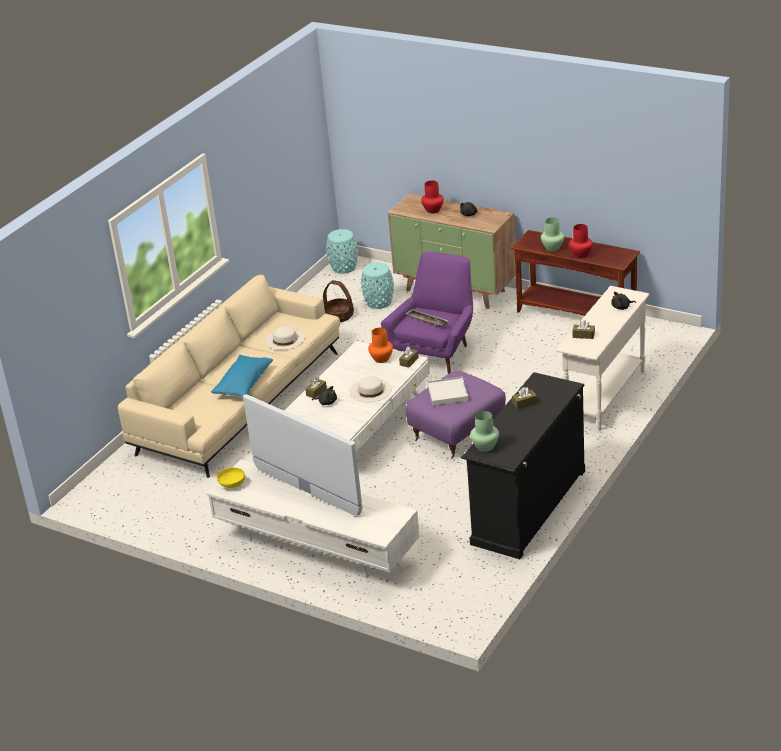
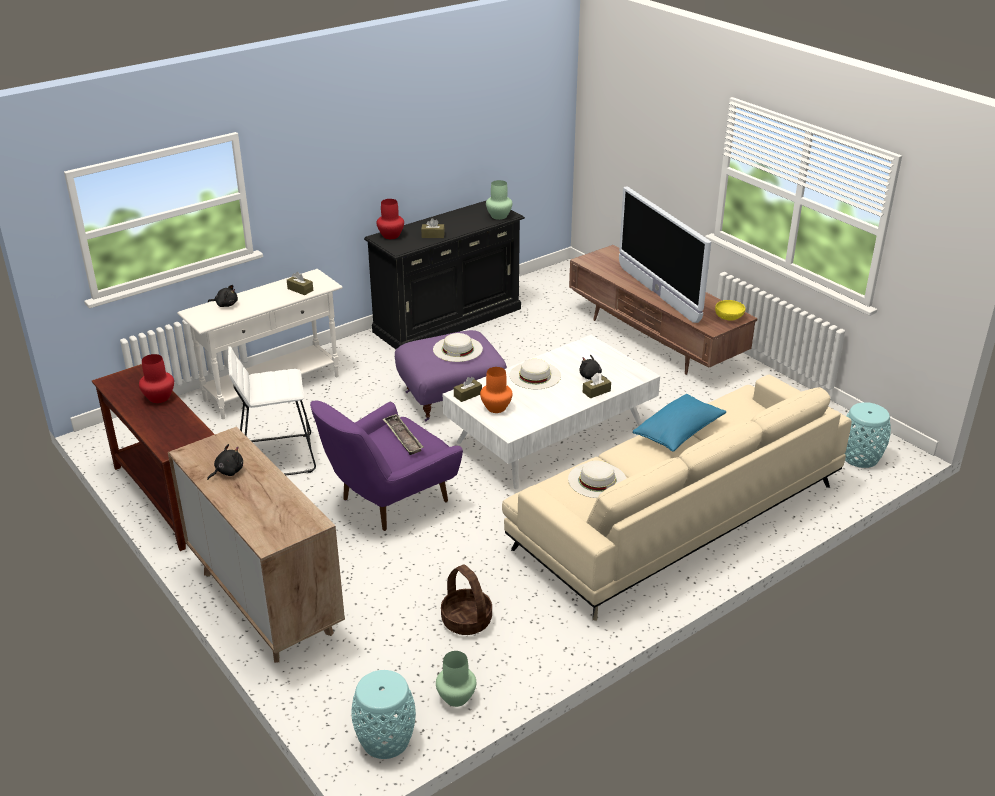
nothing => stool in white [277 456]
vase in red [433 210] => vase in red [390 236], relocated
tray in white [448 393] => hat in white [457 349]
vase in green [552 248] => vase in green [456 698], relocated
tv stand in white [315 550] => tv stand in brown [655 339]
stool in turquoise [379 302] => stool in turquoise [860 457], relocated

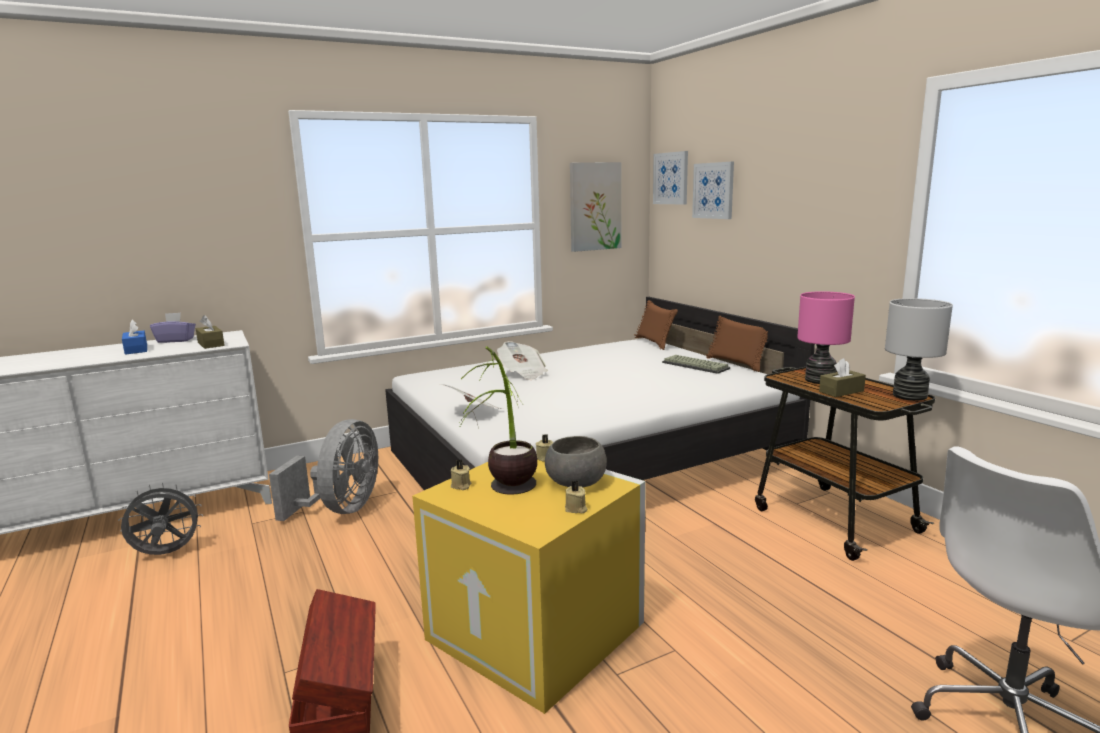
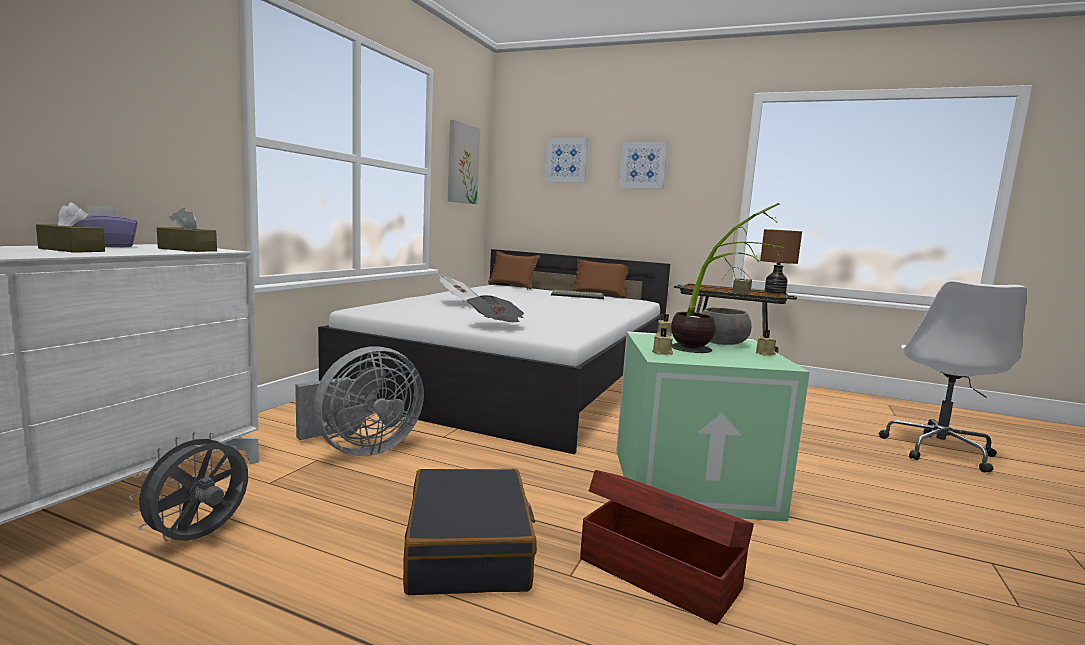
tissue box in blue [136 349] => tissue box in brown [71 250]
fan in grey [341 509] => fan in grey [361 449], 75 degrees clockwise
nothing => suitcase in black [469 549]
storage box in yellow [539 630] => storage box in green [693 481]
picture [671 178] => picture [643 165], relocated
table lamp in grey [909 396] => table lamp in brown [775 292]
table lamp in pink [819 380] => nothing

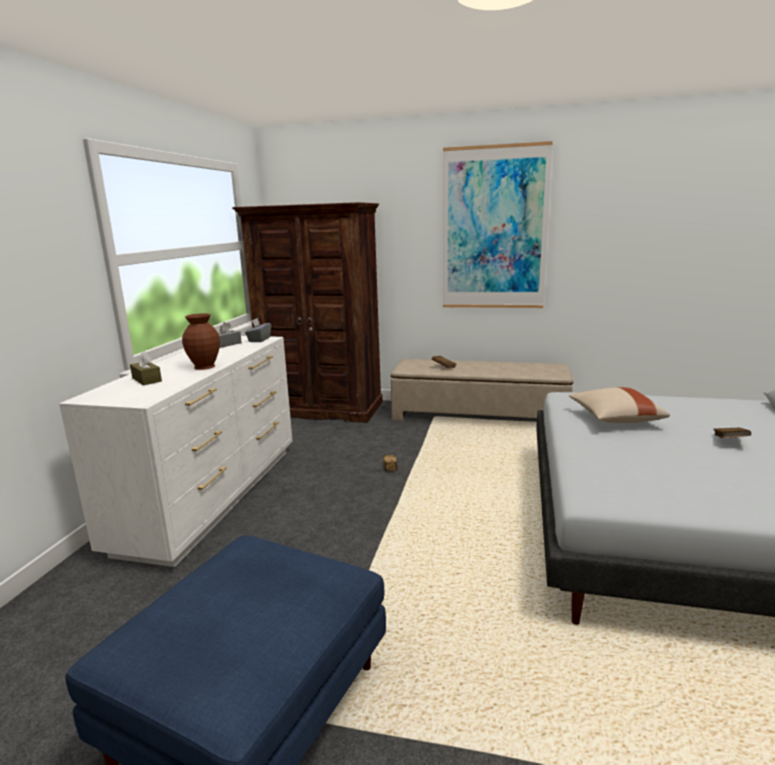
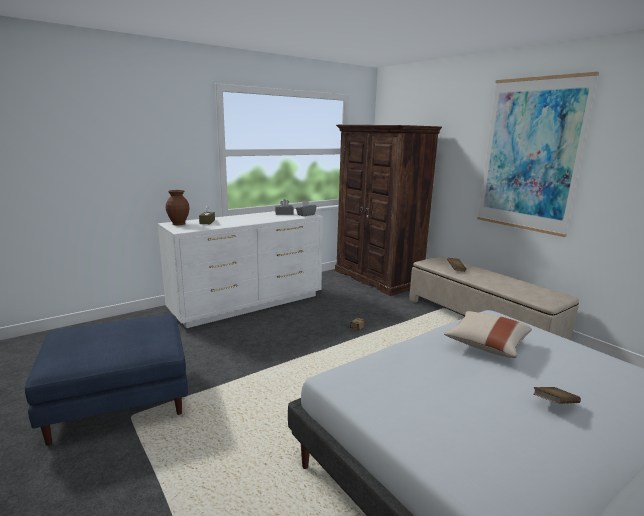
vase in brown [204 367] => vase in brown [178 224], relocated

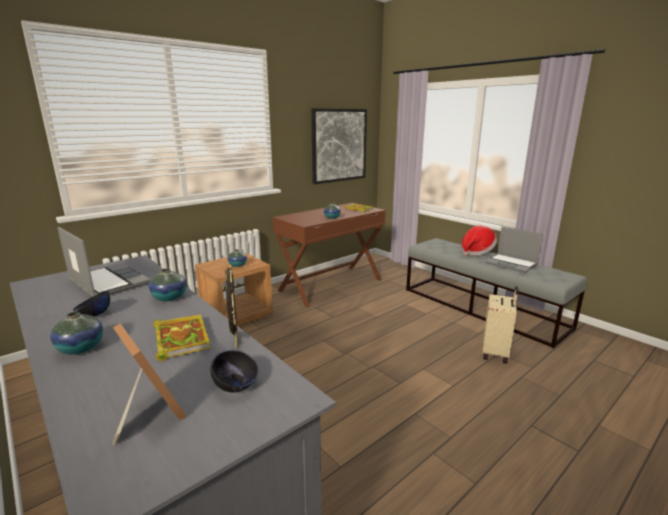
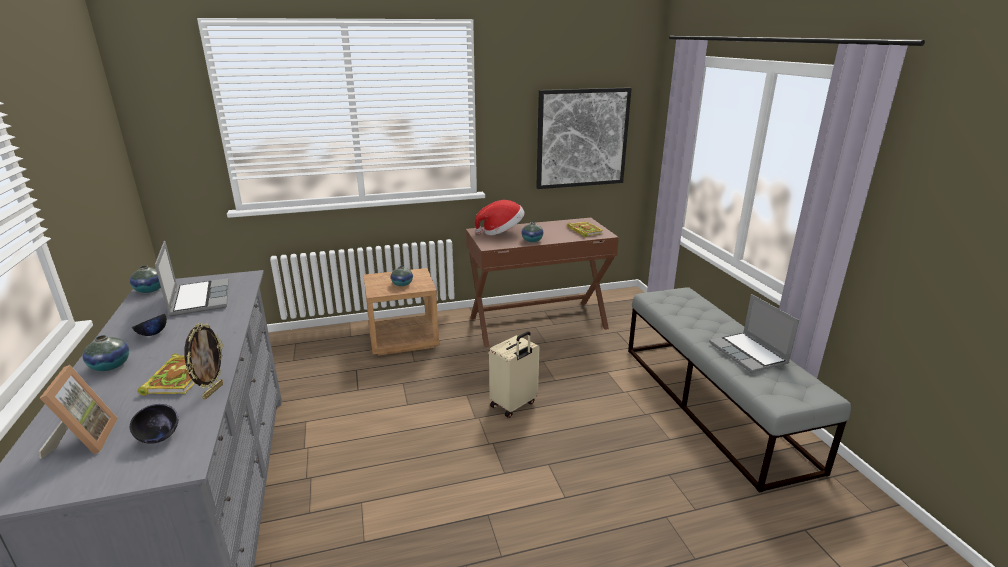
vase [169 298] => vase [150 290], relocated
hat [476 252] => hat [501 232], relocated
suitcase in beige [496 353] => suitcase in beige [514 405], relocated

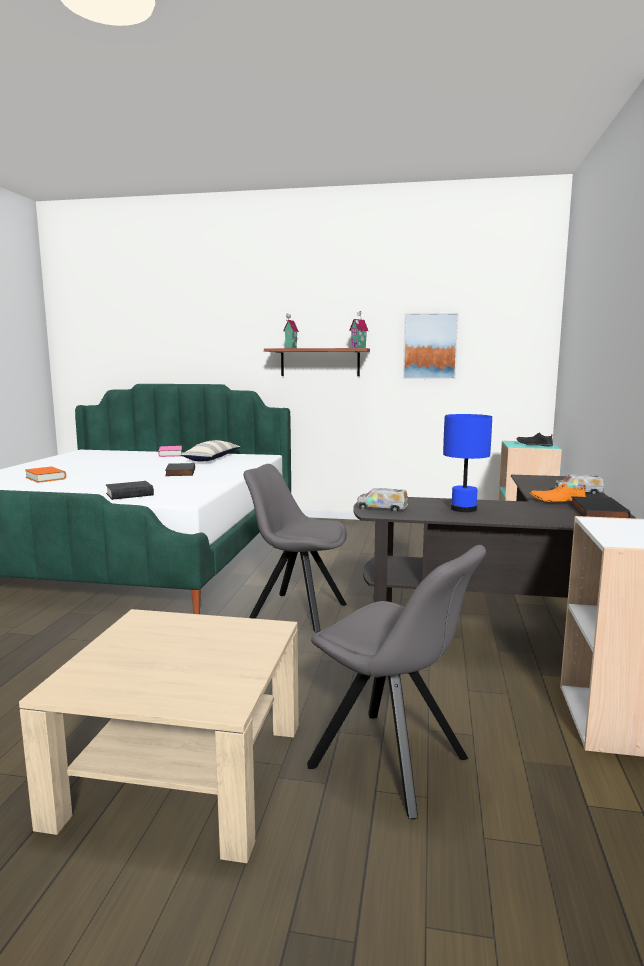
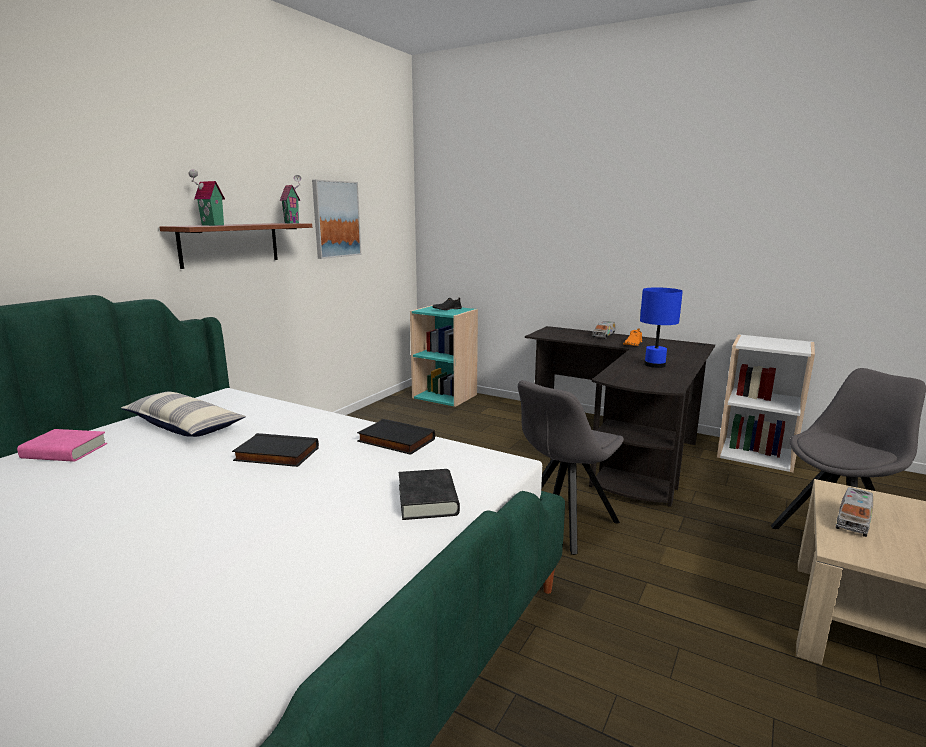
book in black [596 512] => book in black [395 441], relocated
toy truck [382 508] => toy truck [853 521], relocated
book in orange [45 478] => nothing

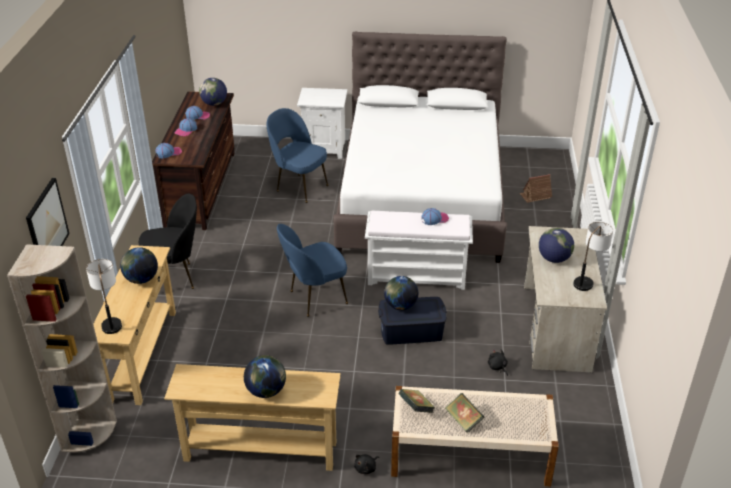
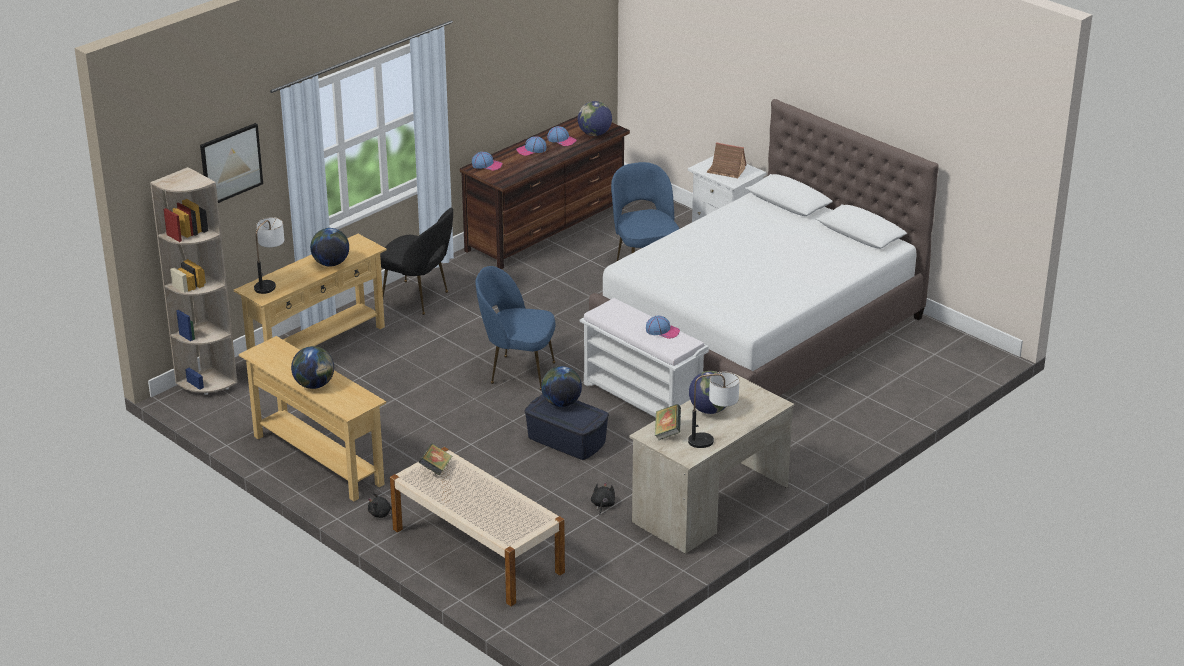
book [463 420] => book [667 431], relocated
toy house [535 195] => toy house [726 171], relocated

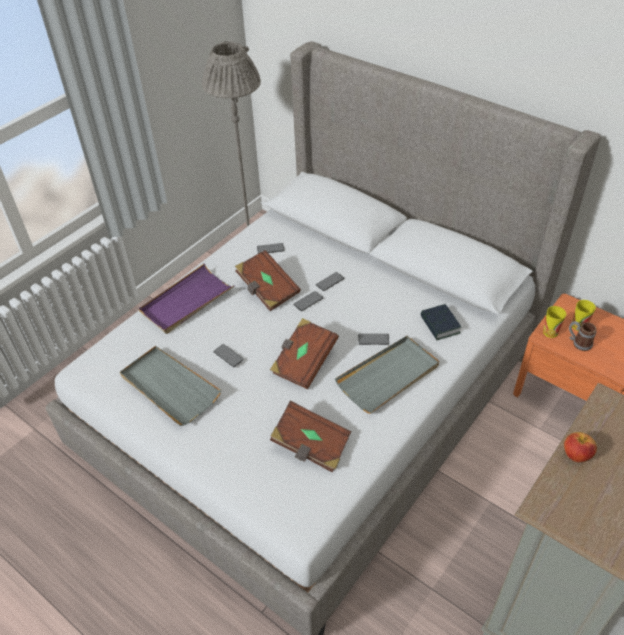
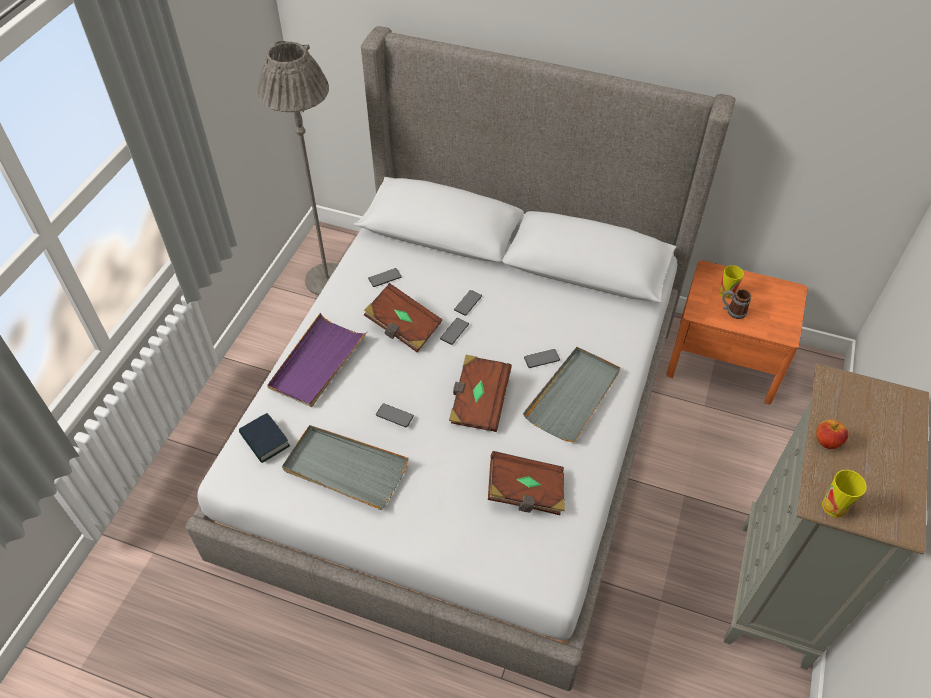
book [440 325] => book [265 441], relocated
cup [550 332] => cup [834 506], relocated

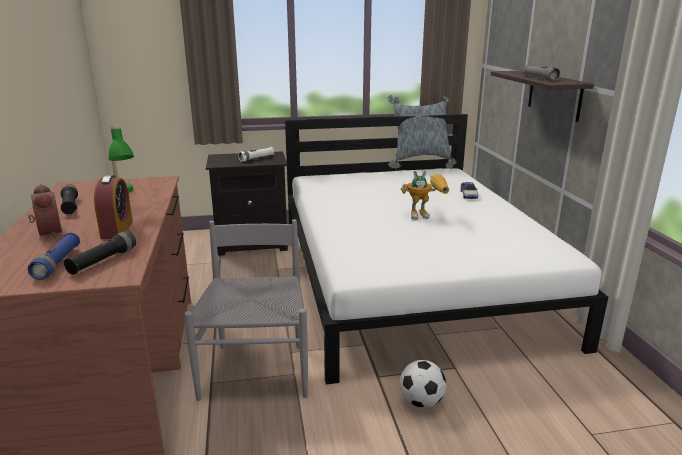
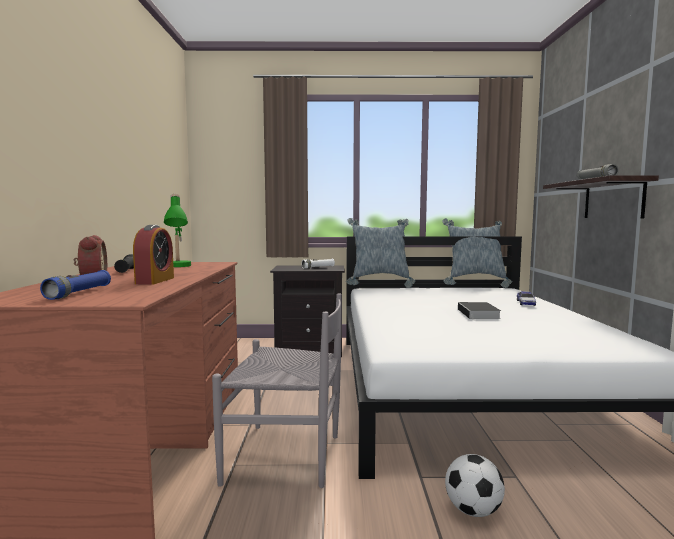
chair in grey [257 370] => chair in grey [285 457], 90 degrees clockwise
nothing => pillow [379 285]
toy robot [425 215] => book [479 314]
flashlight in black [103 261] => nothing

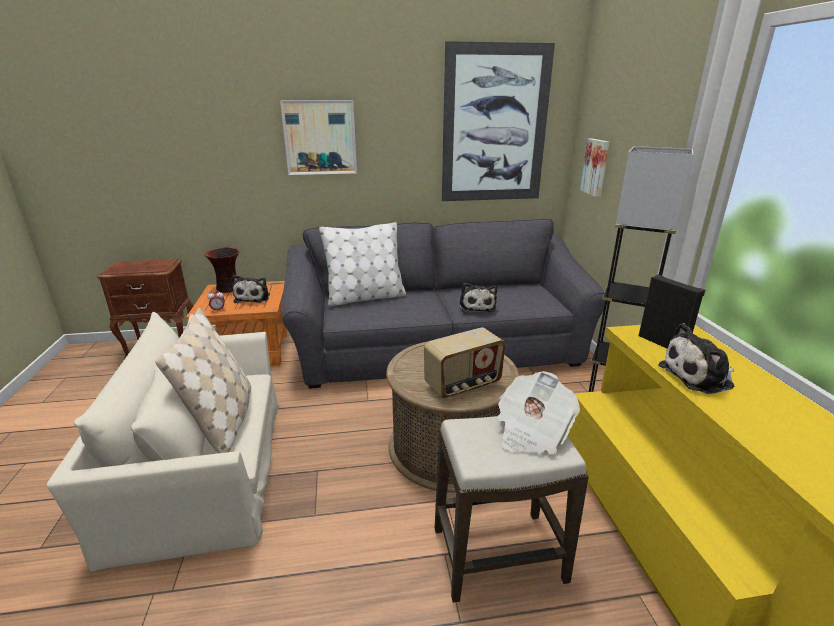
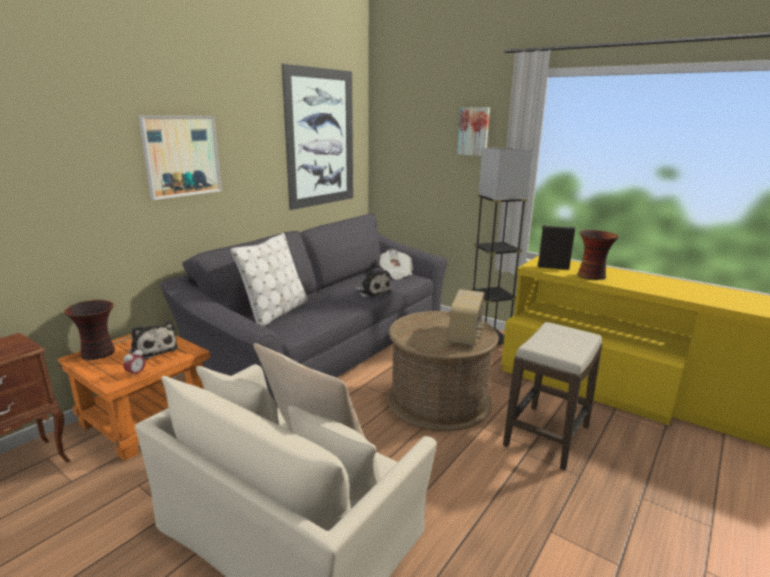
newspaper [531 431] => newspaper [396 273], relocated
picture [596 167] => picture [474 131], relocated
plush toy [699 376] => vase [592 276]

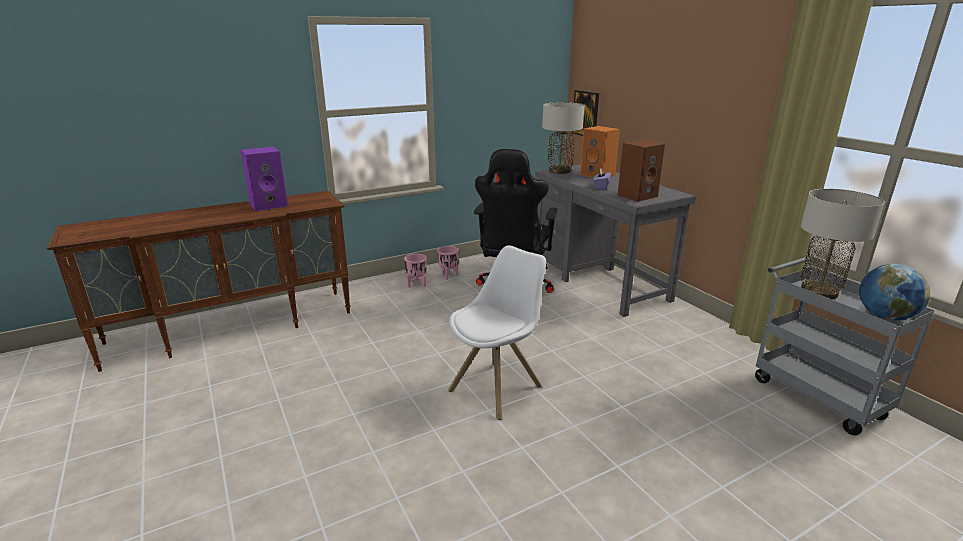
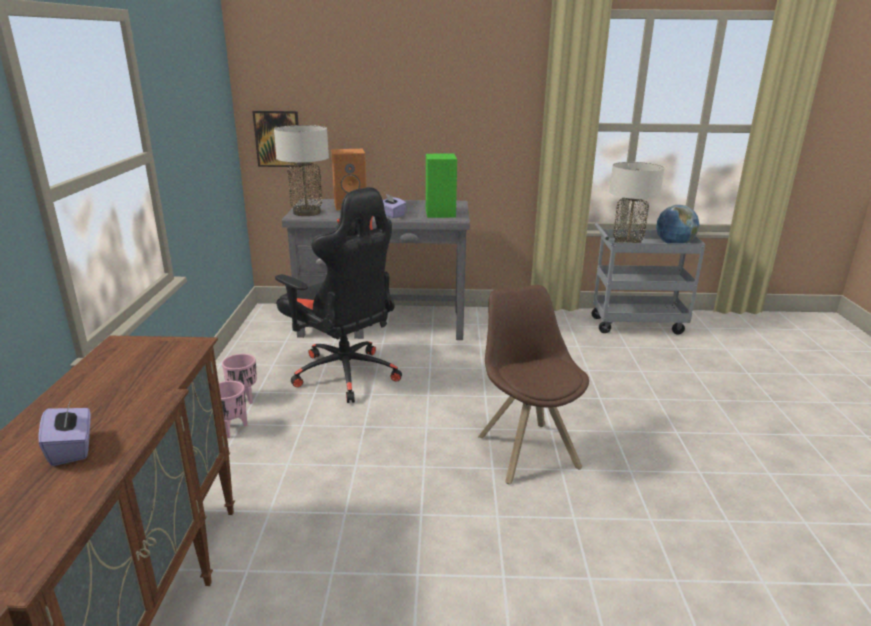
nothing => tissue box in purple [72 449]
speaker in brown [637 196] => speaker in green [439 213]
chair in white [496 388] => chair in brown [526 451]
speaker in purple [269 205] => nothing

